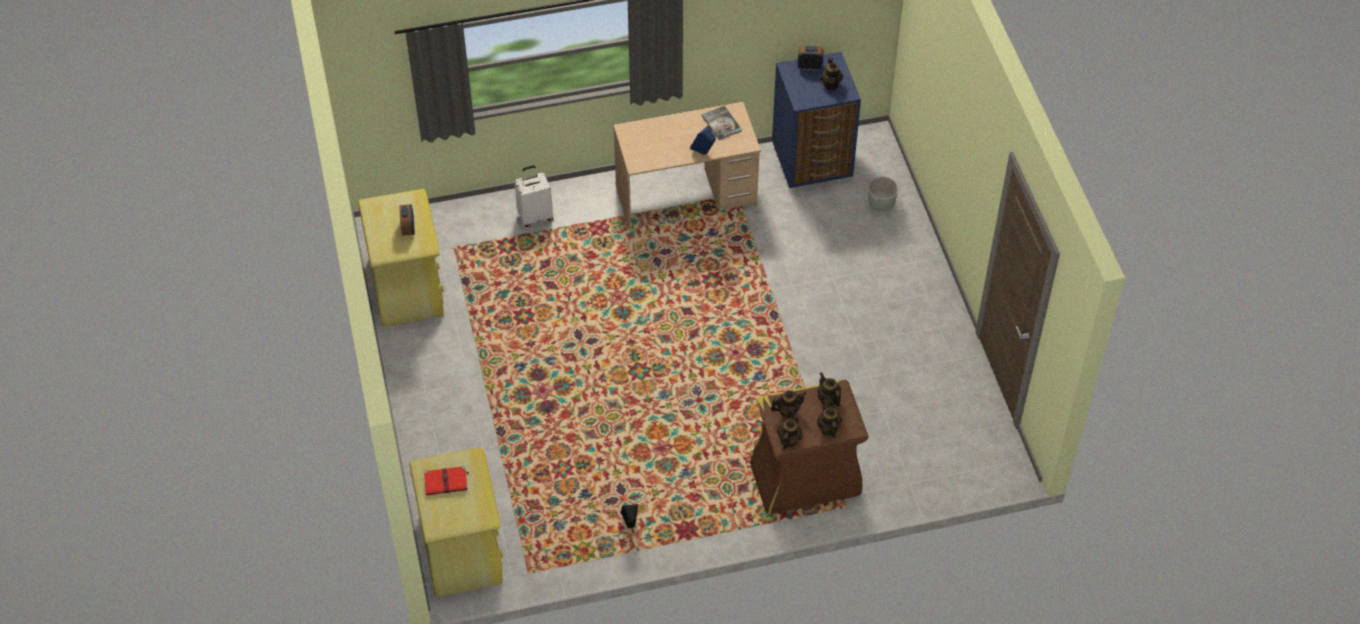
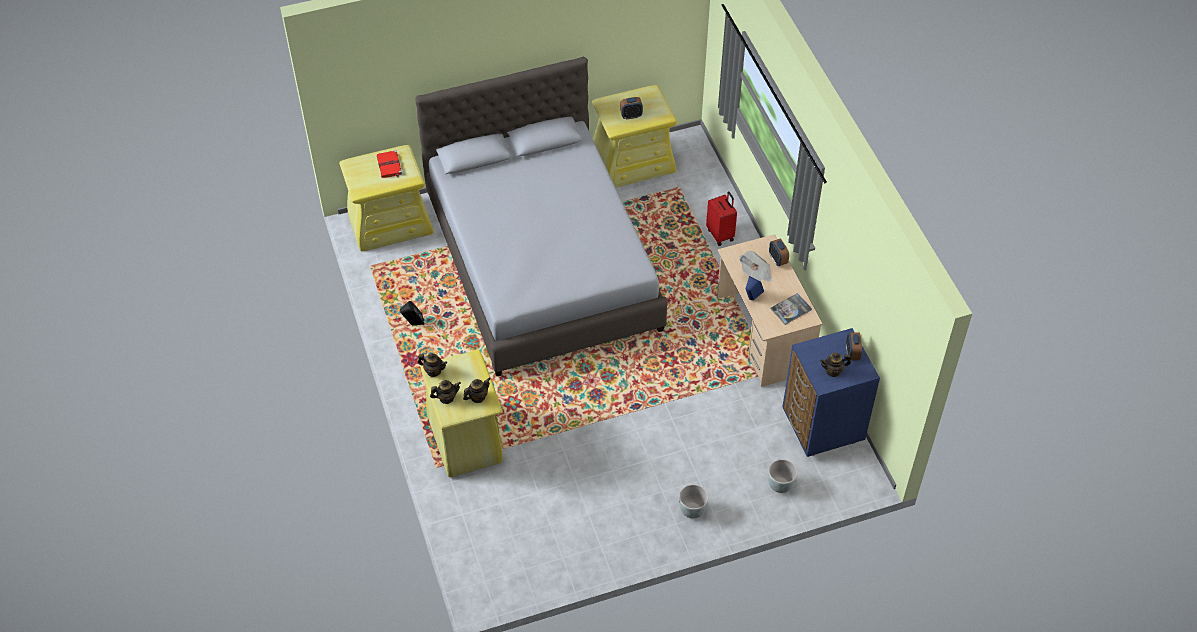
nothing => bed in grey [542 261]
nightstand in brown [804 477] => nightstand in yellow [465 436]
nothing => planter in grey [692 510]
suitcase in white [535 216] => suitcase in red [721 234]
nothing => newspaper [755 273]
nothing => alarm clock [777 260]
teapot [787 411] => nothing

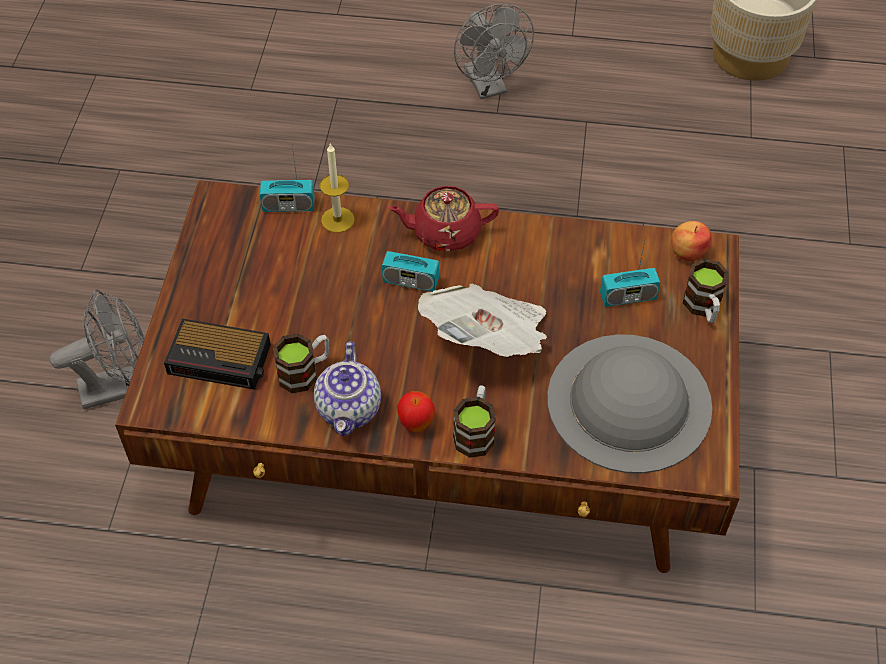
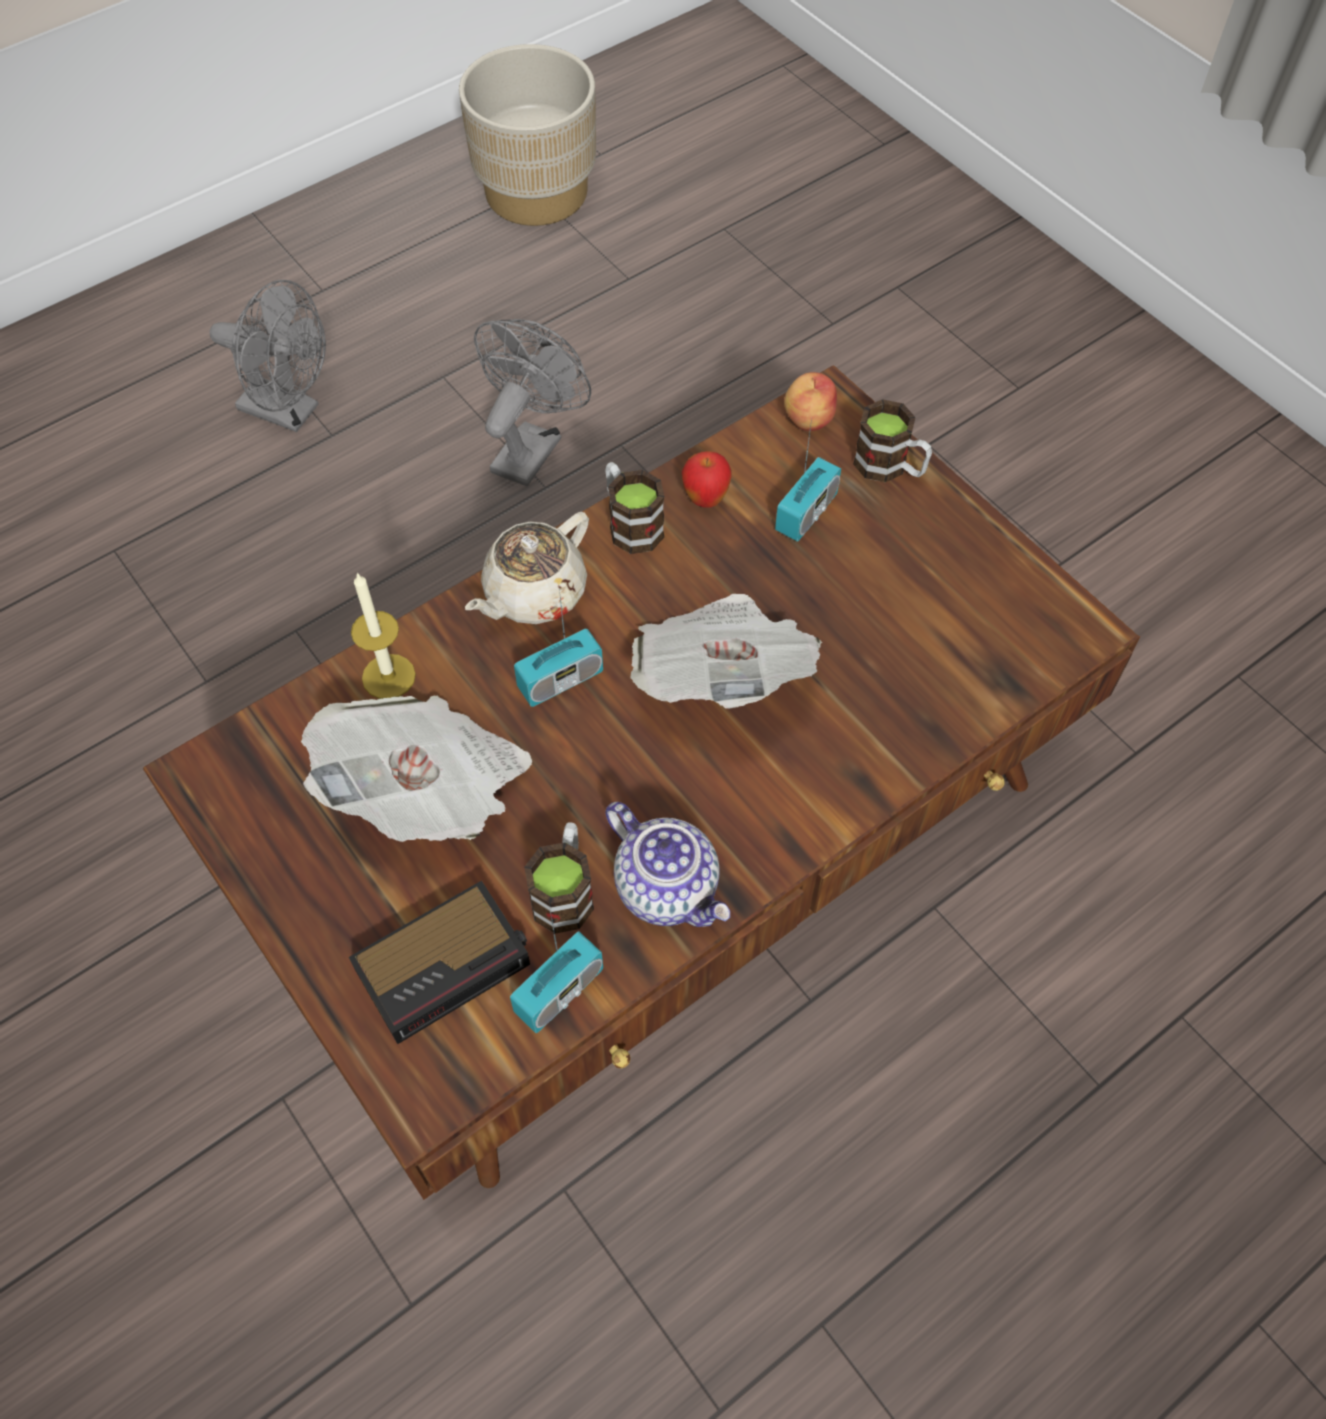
nothing => newspaper [429 790]
teapot in red [445 232] => teapot in beige [533 593]
fan in grey [119 386] => fan in grey [531 447], relocated
radio [288 205] => radio [559 991], relocated
mug [475 431] => mug [630 523], relocated
apple [416 424] => apple [705 499], relocated
hat in grey [629 401] => nothing

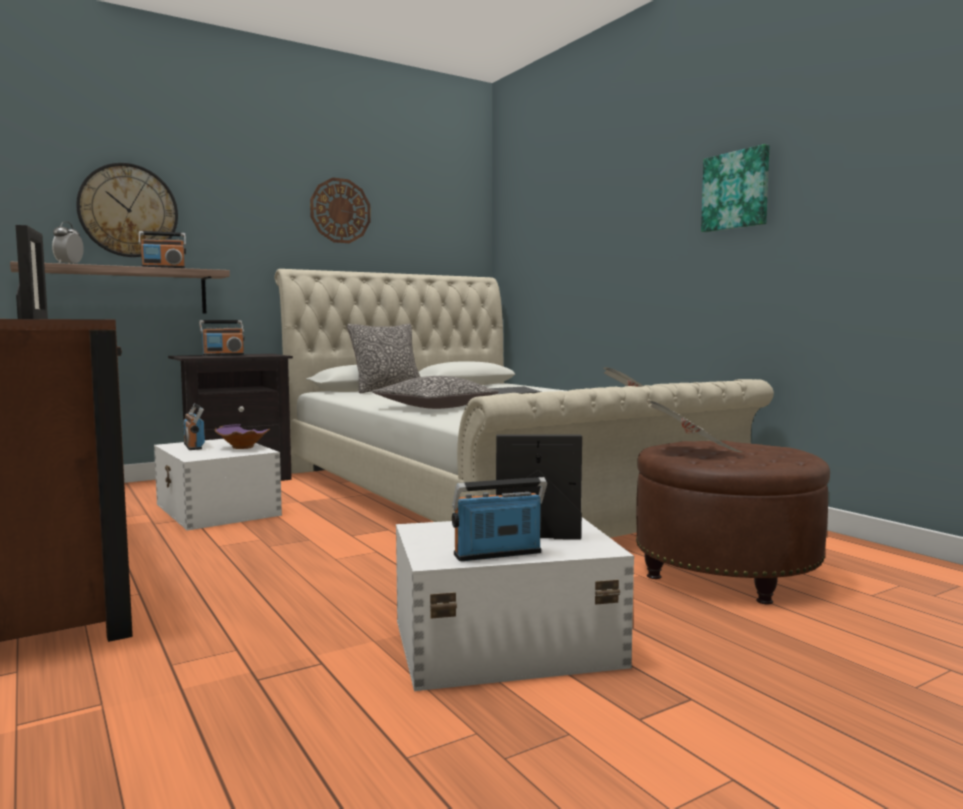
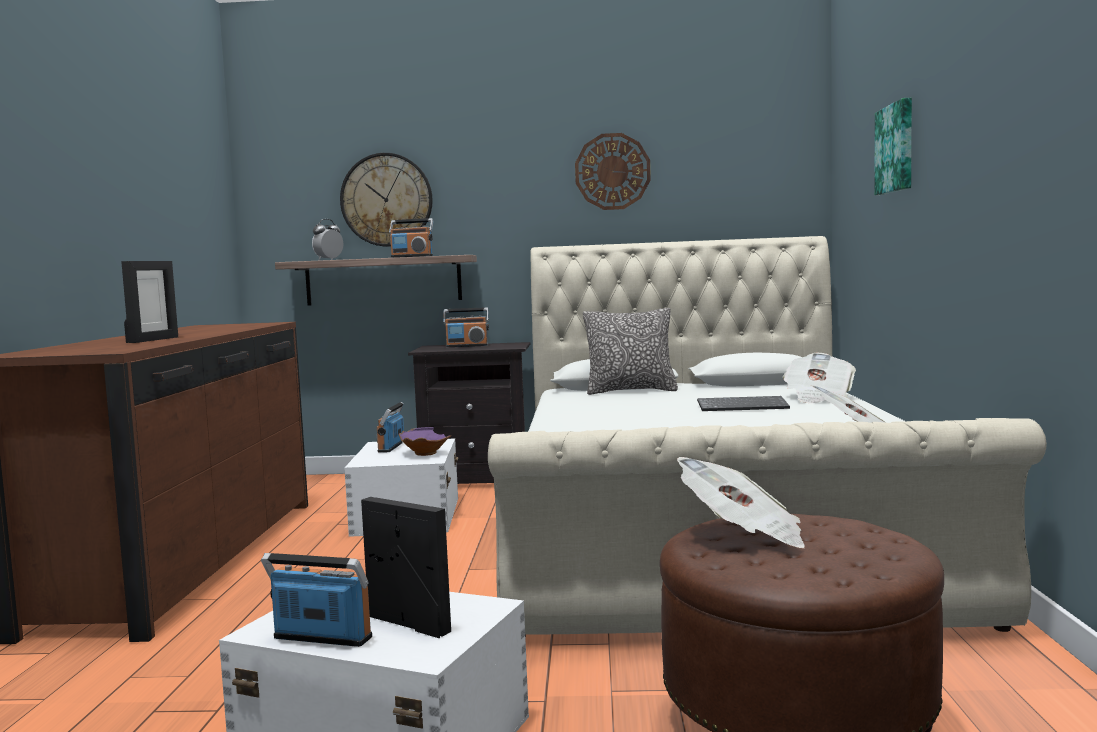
nothing => newspaper [818 398]
picture [736 190] => picture [897 148], relocated
pillow [435 407] => nothing

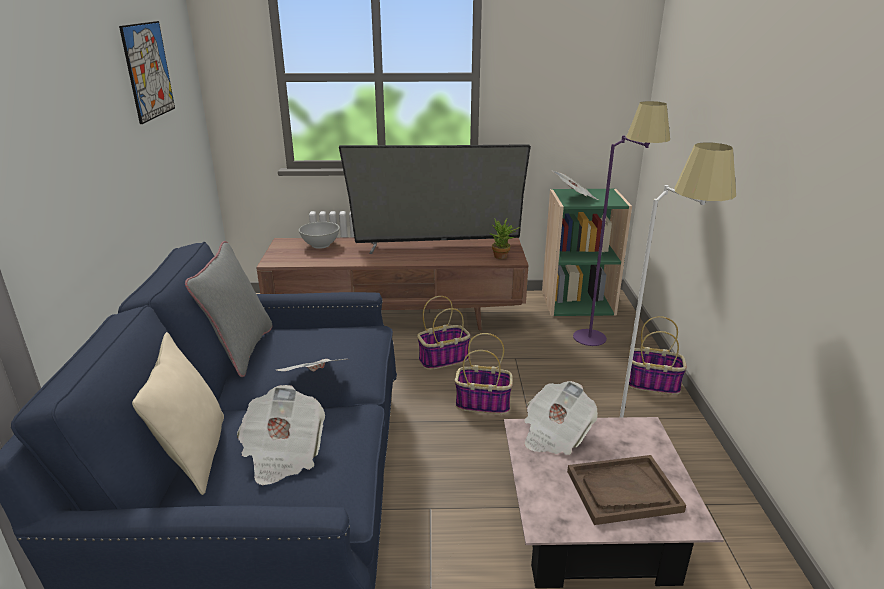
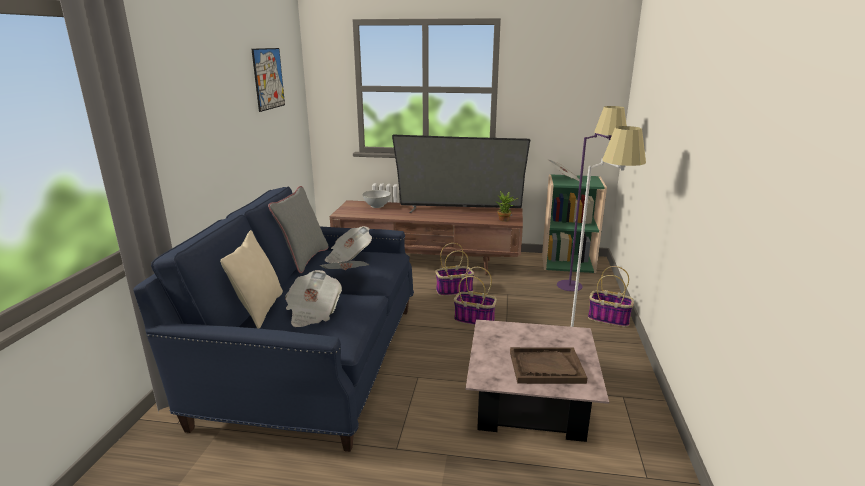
newspaper [555 434] => newspaper [348 257], relocated

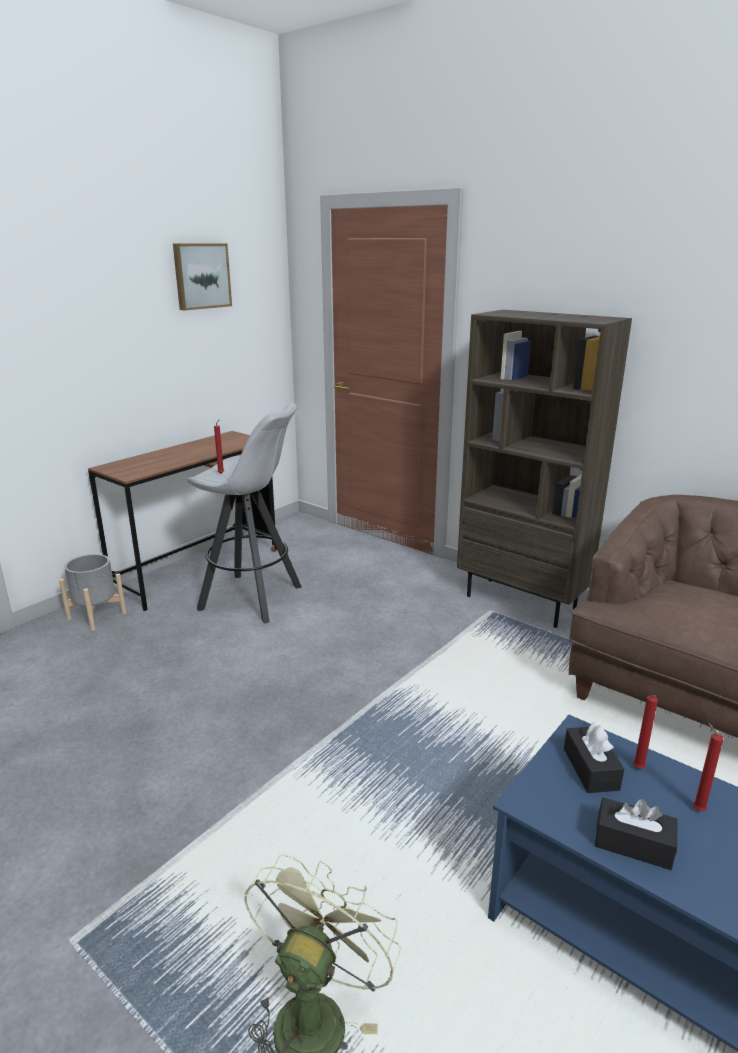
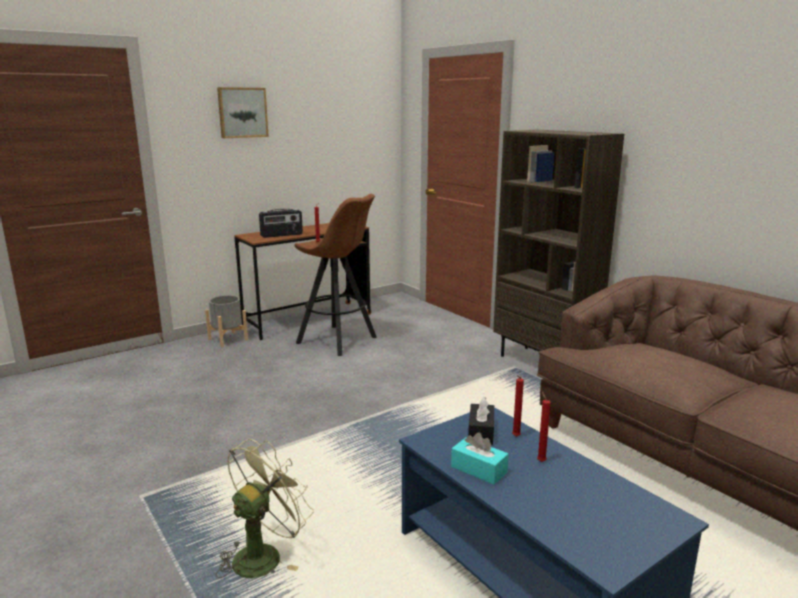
picture [201 276] => picture [242 112], relocated
nothing => radio [281 235]
stool in grey [253 598] => stool in brown [338 341]
tissue box in black [633 844] => tissue box in turquoise [479 469]

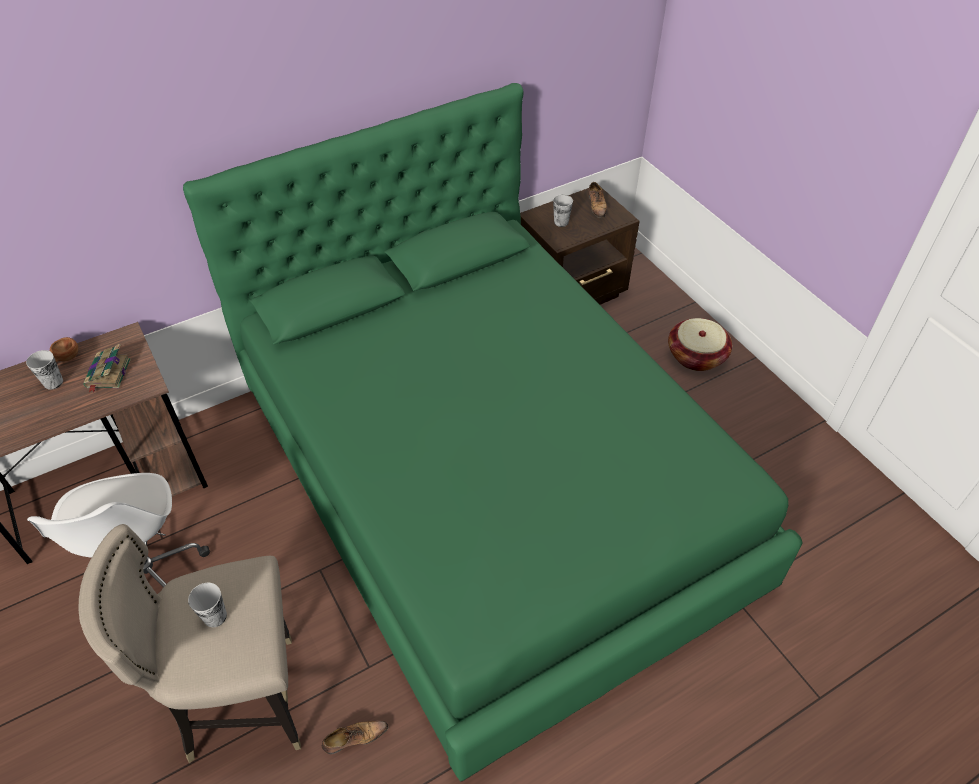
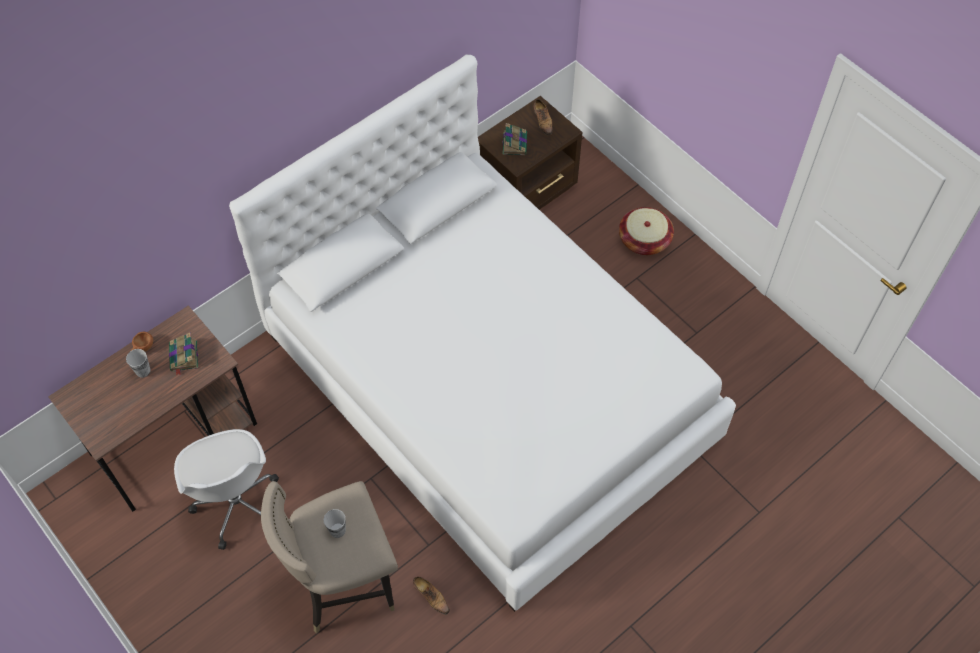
bed in green [489 484] => bed in white [489 386]
shoe [354 738] => shoe [431 596], 75 degrees clockwise
cup [561 222] => book [514 143]

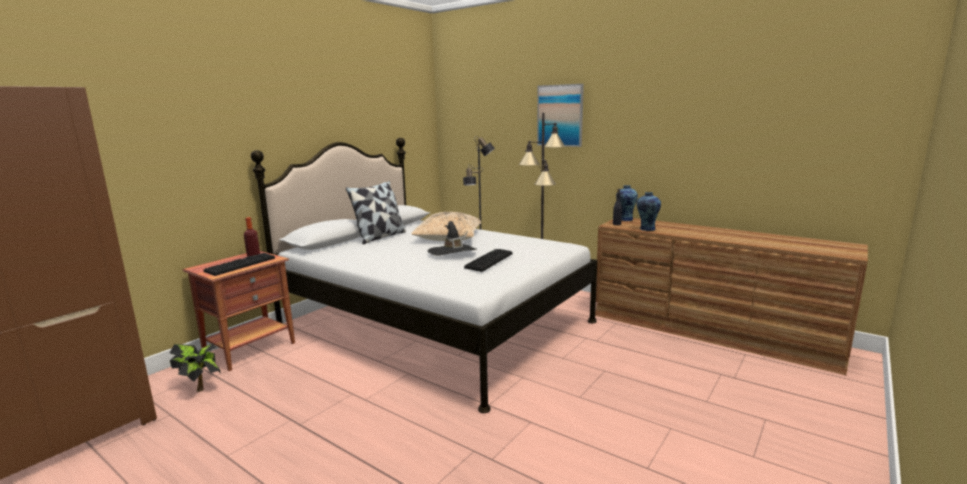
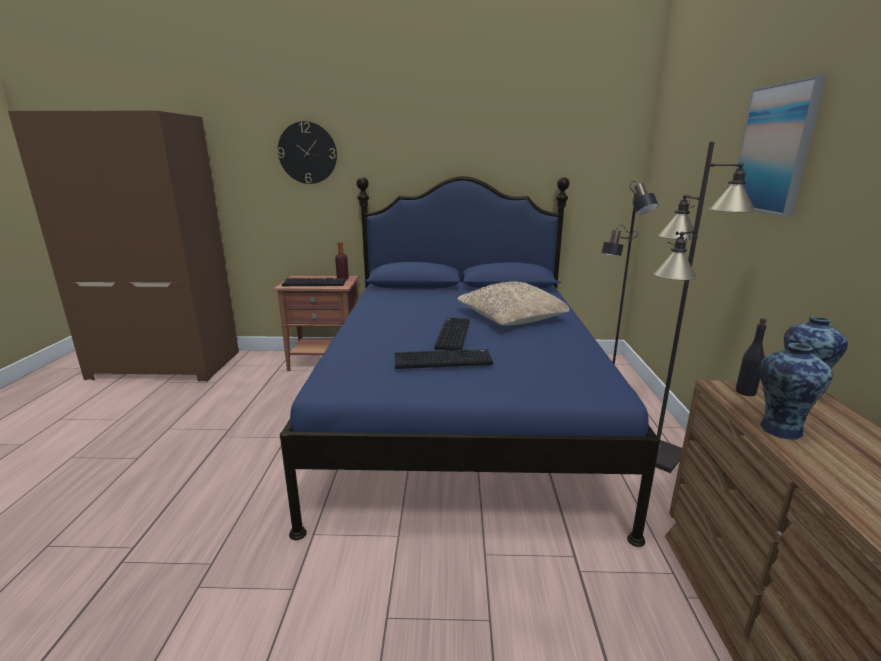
nothing => wall clock [307 153]
bed in white [435 325] => bed in blue [461 418]
hat in black [452 252] => keyboard [452 334]
potted plant [201 386] => nothing
pillow [380 237] => nothing

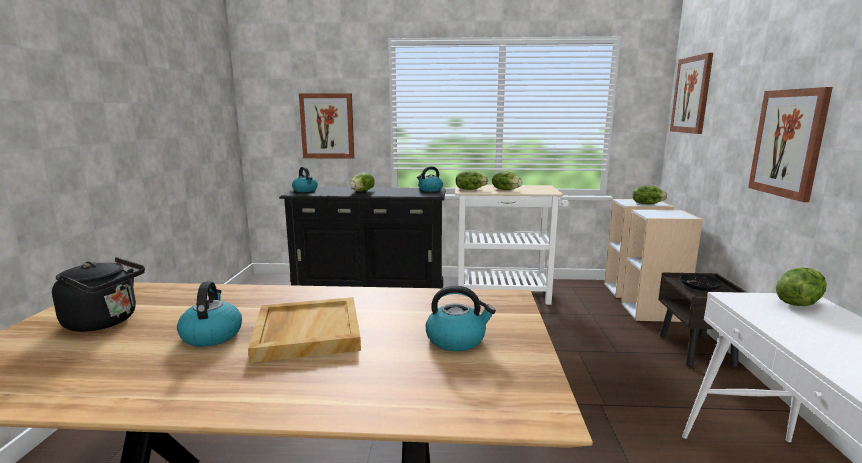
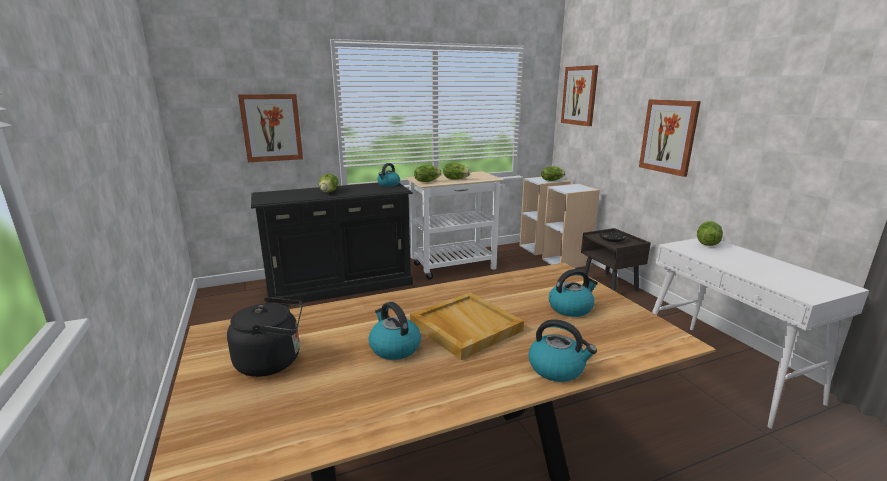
kettle [305 190] => kettle [557 368], relocated

